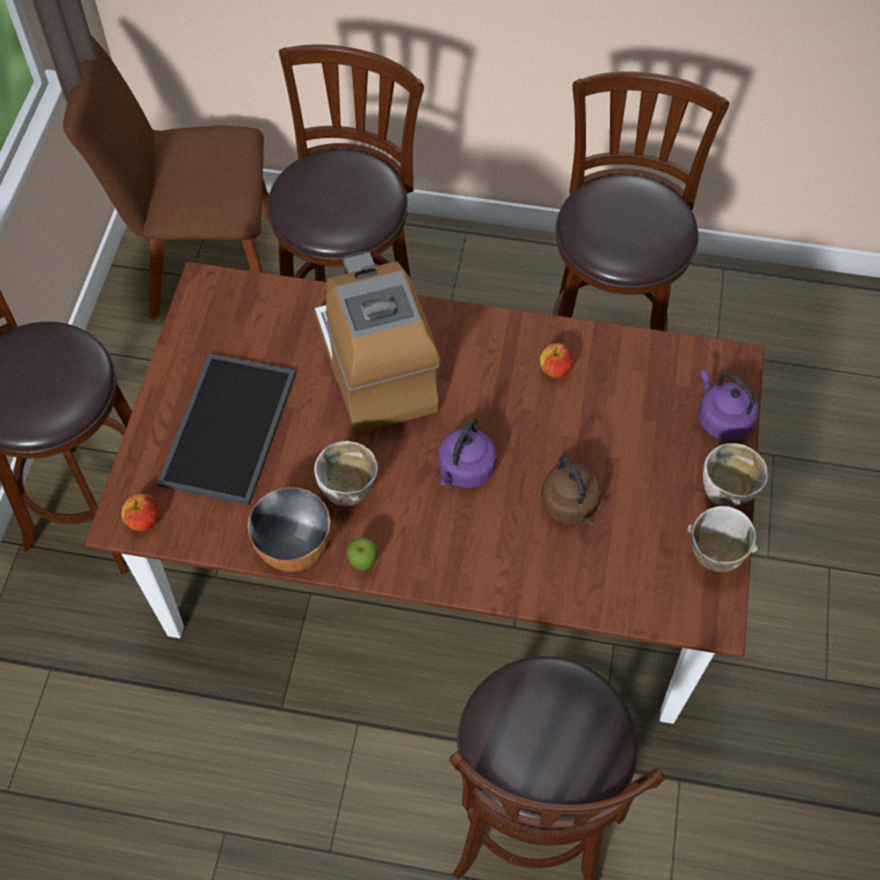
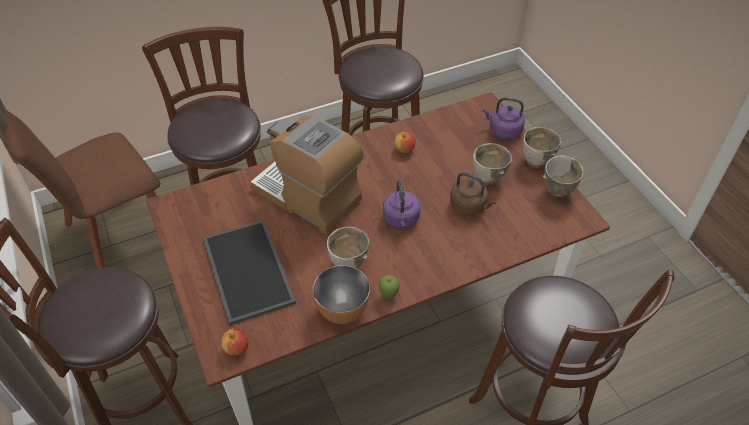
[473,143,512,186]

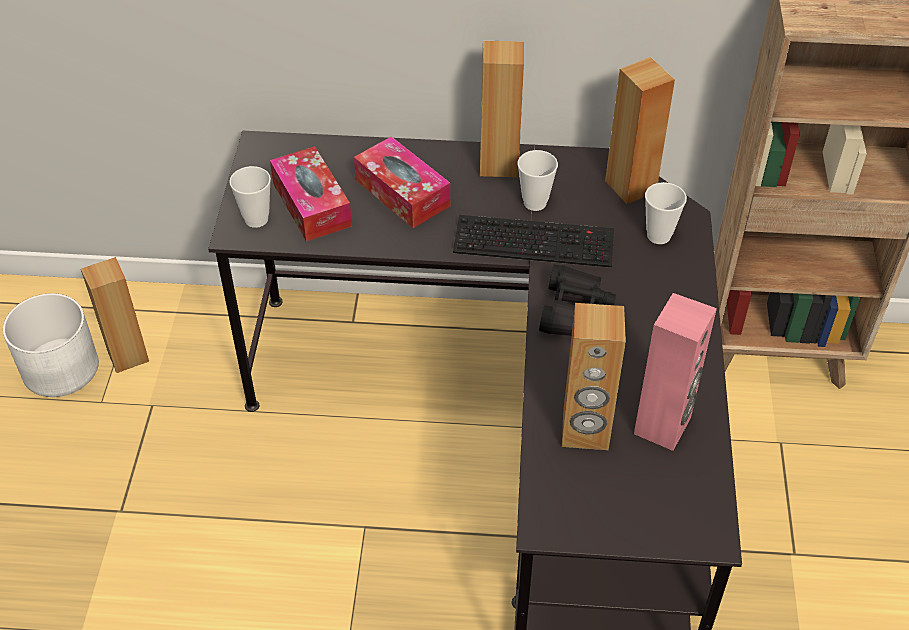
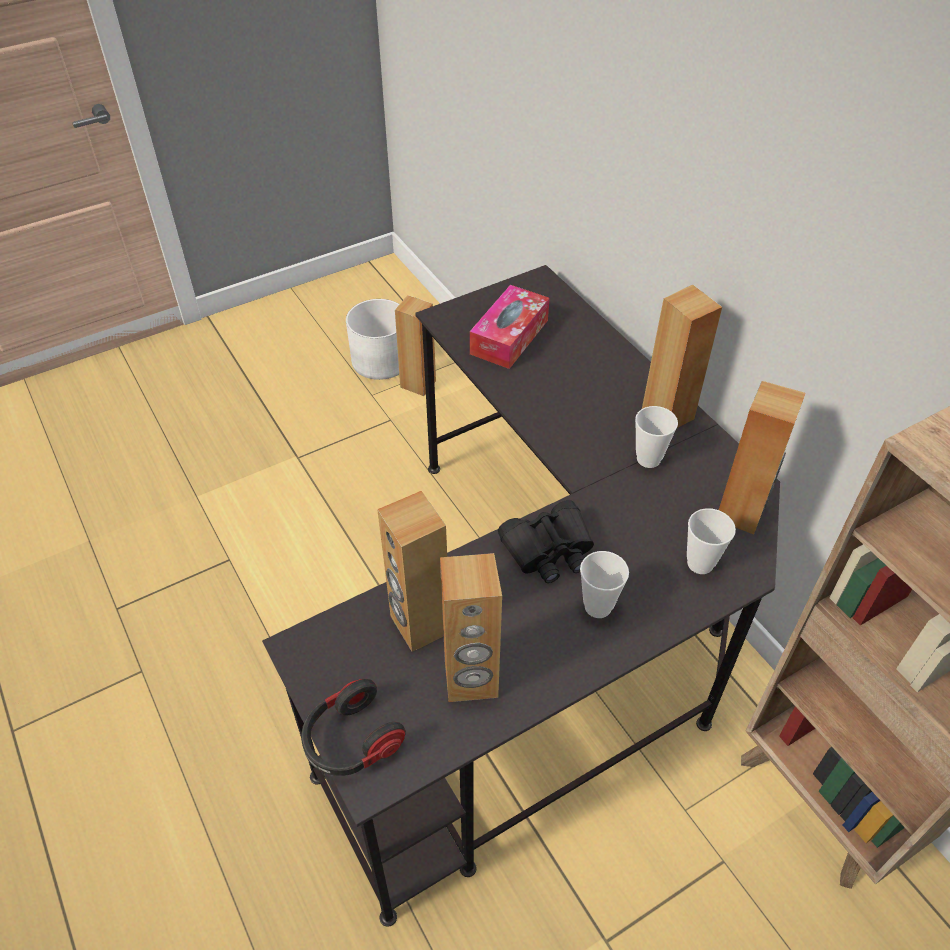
[301,679,406,776]
[440,553,502,702]
[580,551,629,618]
[354,136,450,228] (first image)
[453,215,614,268] (first image)

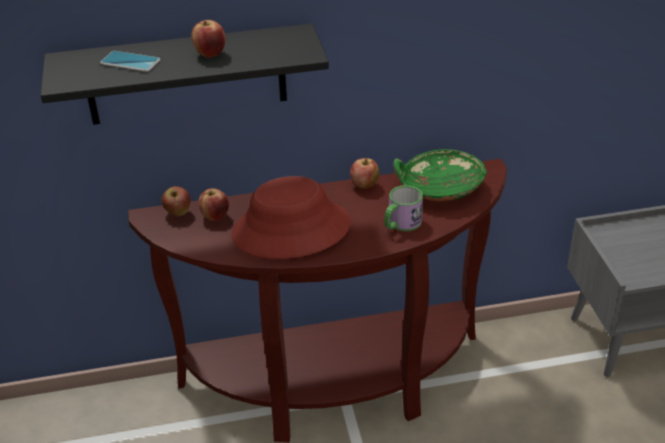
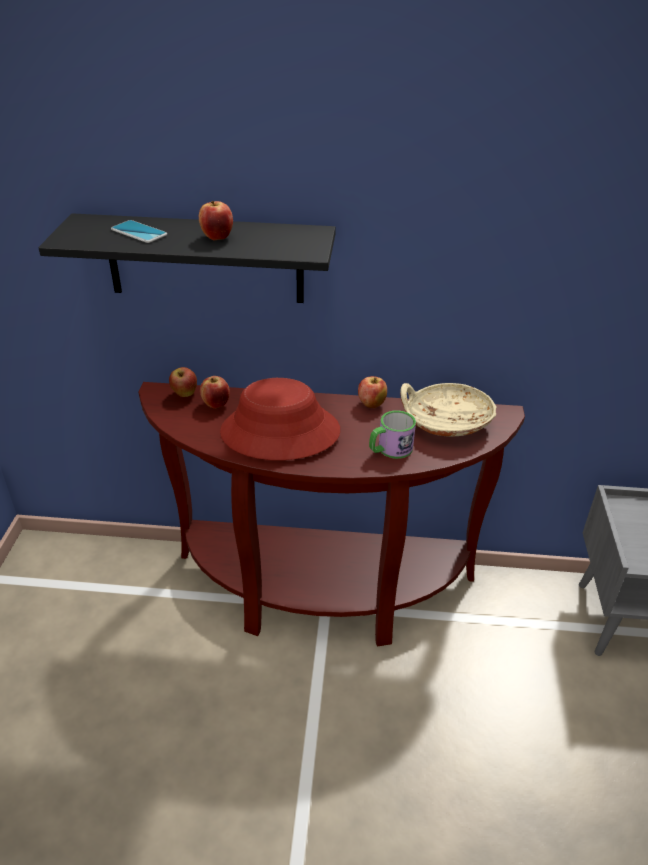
[400,383,497,437]

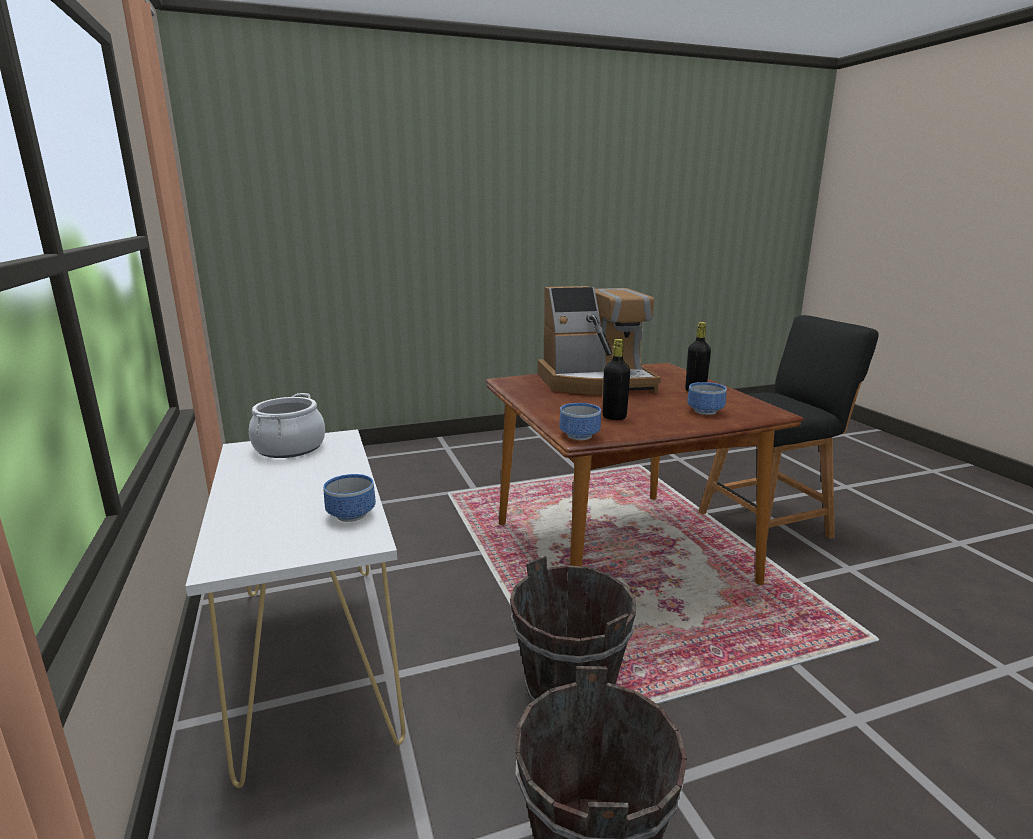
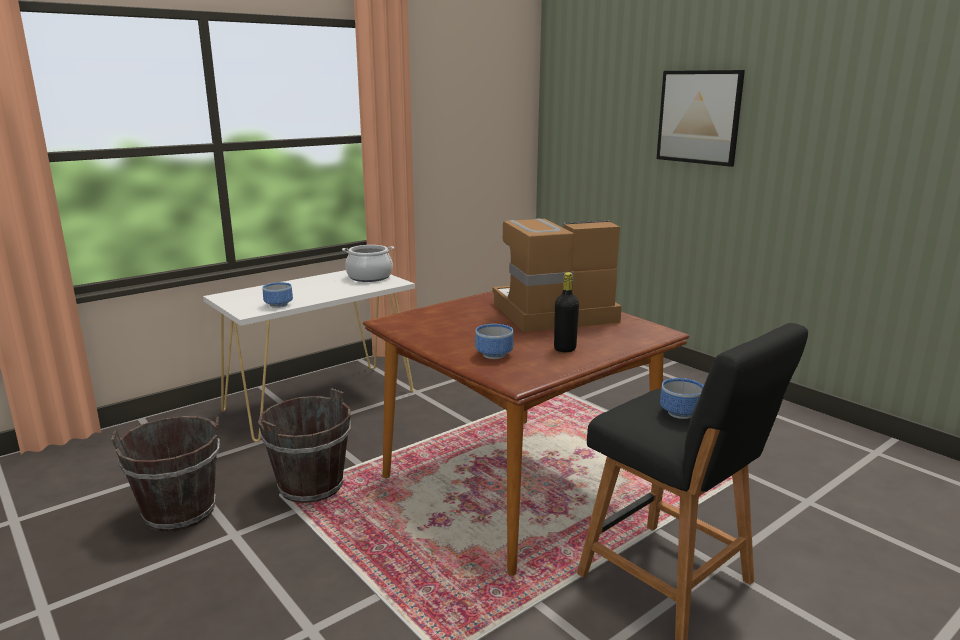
[493,218,622,332]
[657,70,745,167]
[660,378,704,419]
[603,339,630,420] (first image)

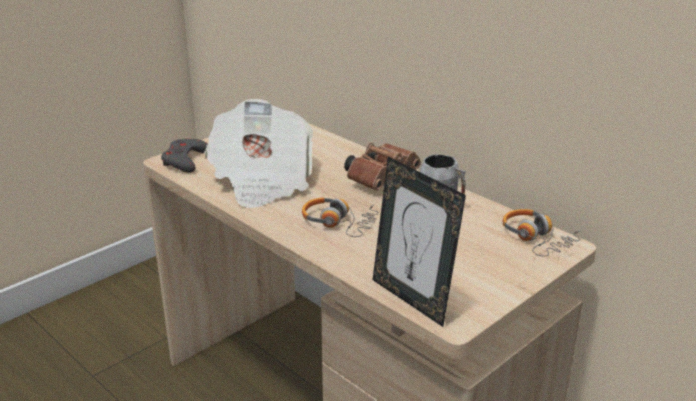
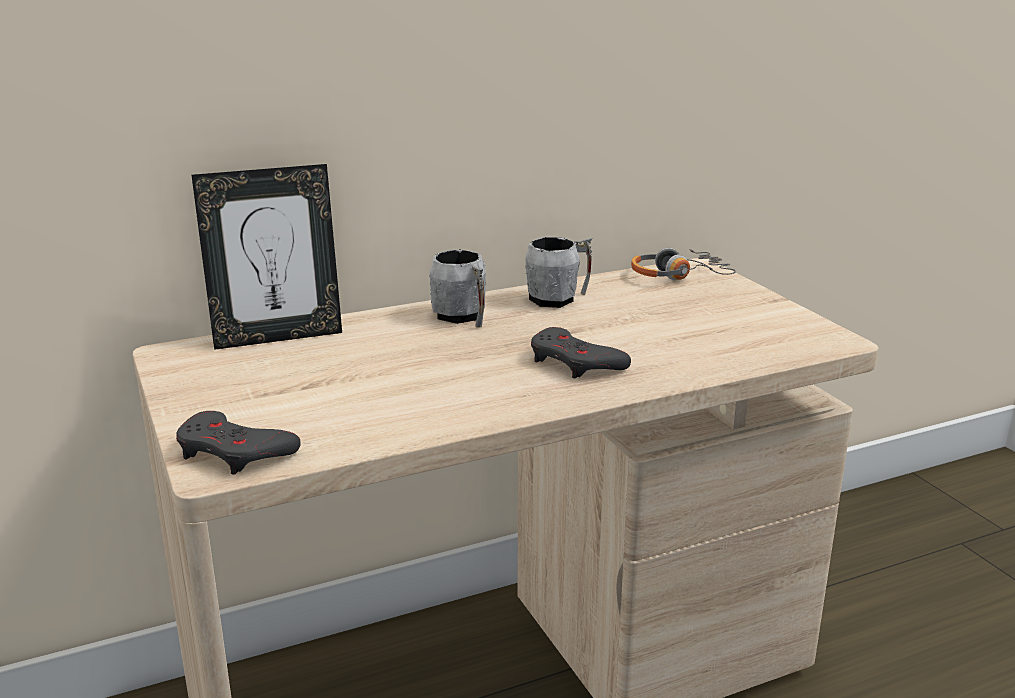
[191,164,342,350]
[429,250,486,328]
[531,327,631,378]
[205,99,313,208] (first image)

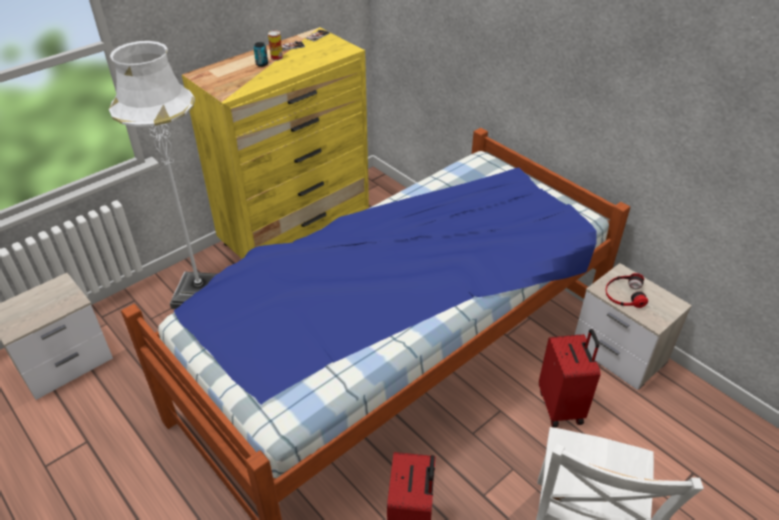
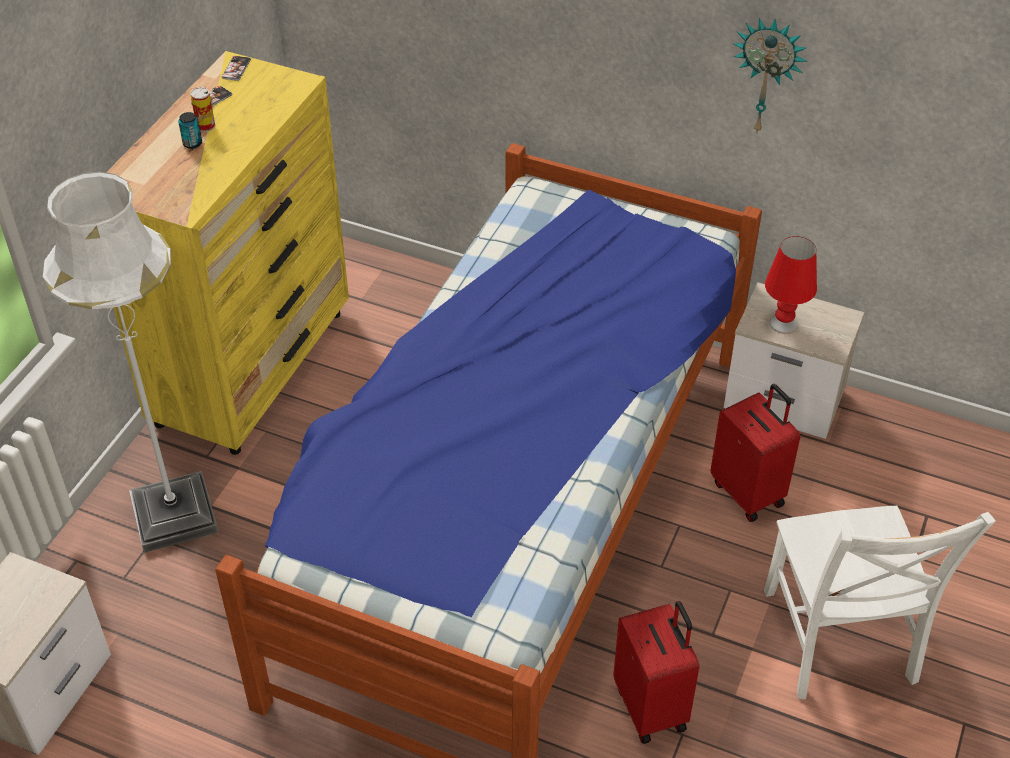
[733,18,807,133]
[765,236,817,334]

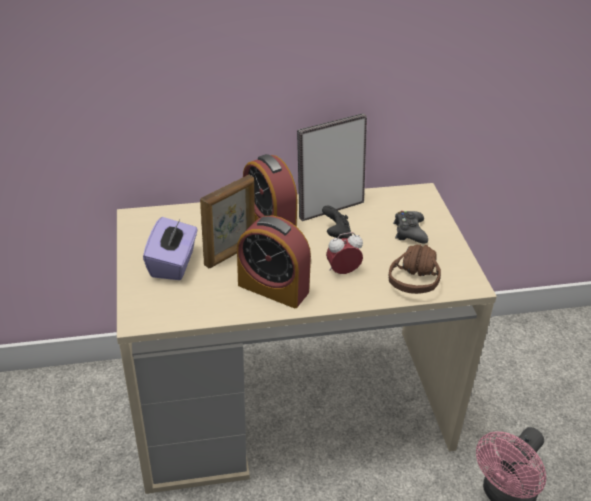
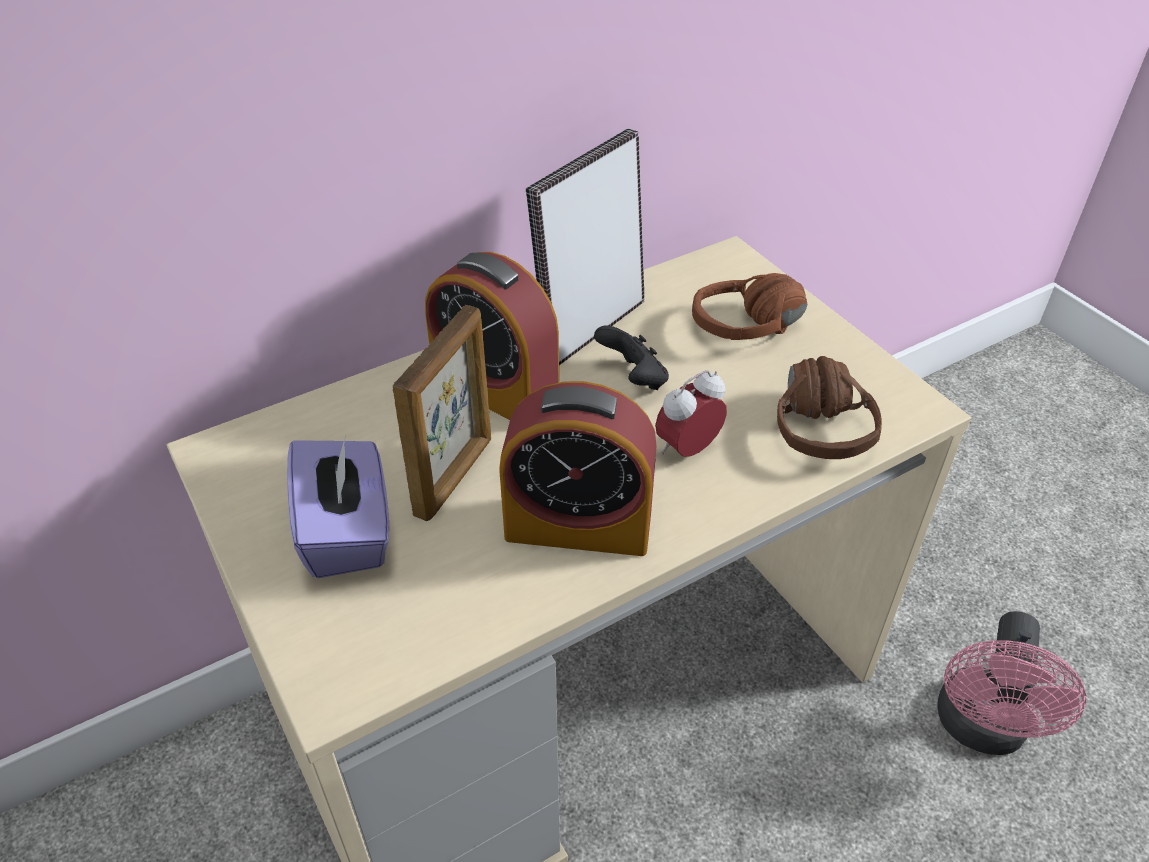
[692,273,807,340]

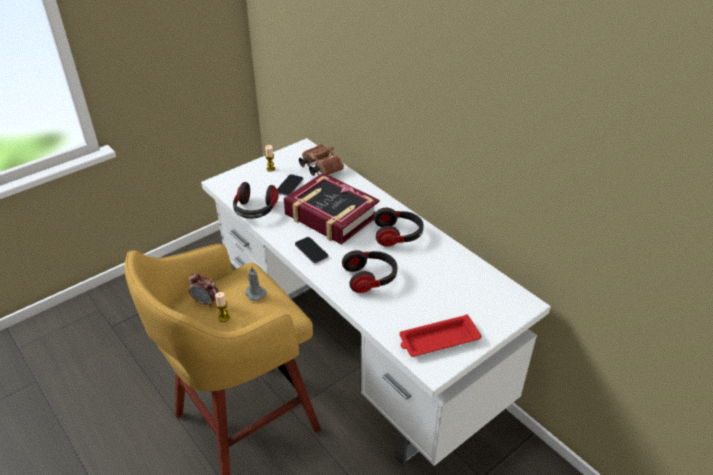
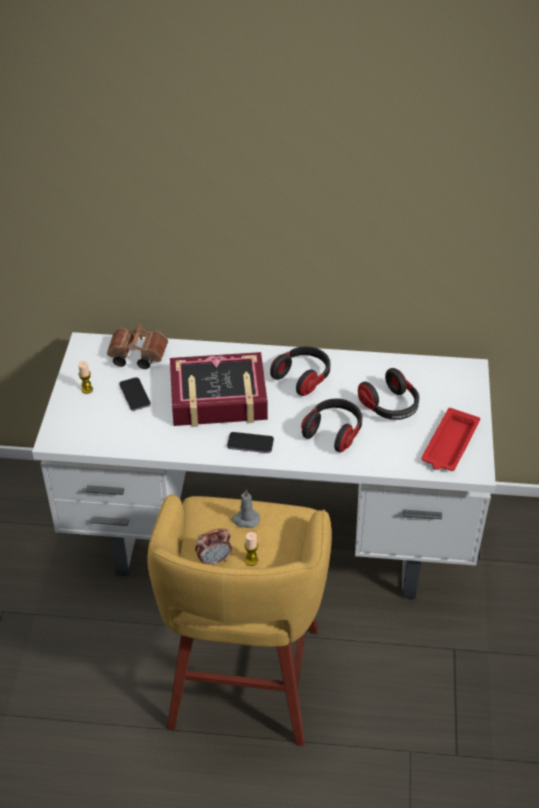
[358,368,419,420]

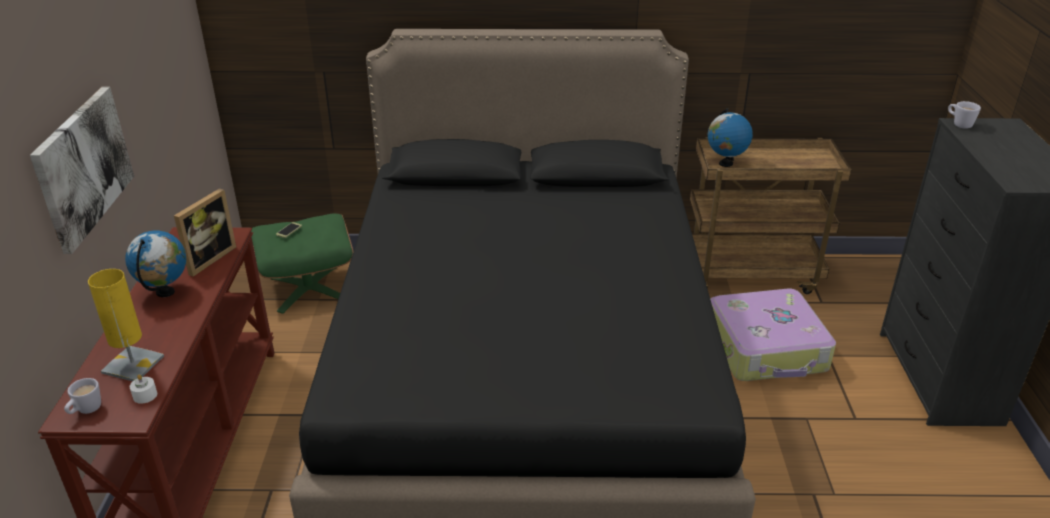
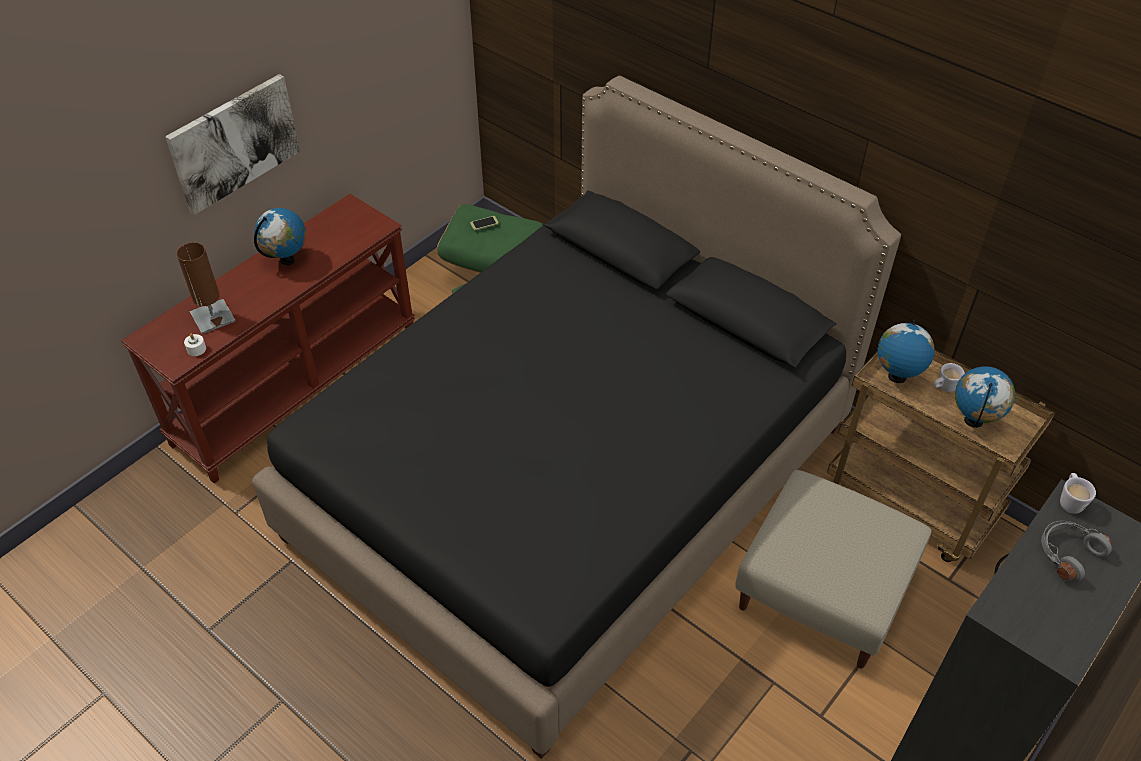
[176,242,235,334]
[735,470,932,668]
[933,363,965,392]
[955,366,1015,428]
[1041,521,1112,582]
[174,188,236,276] (first image)

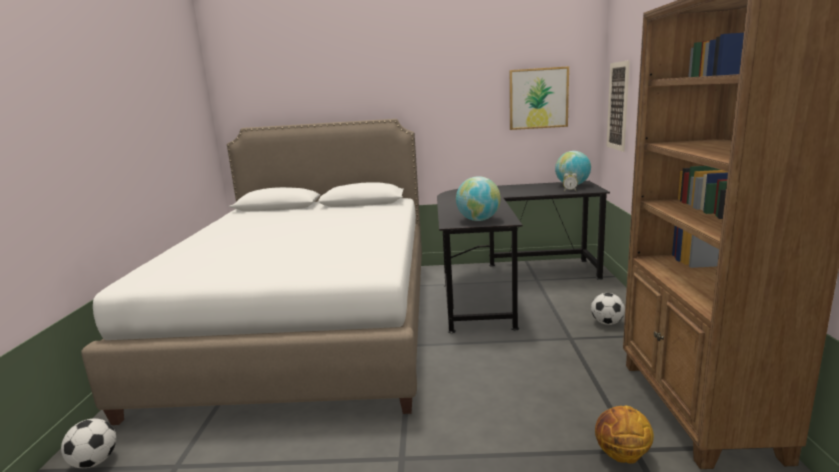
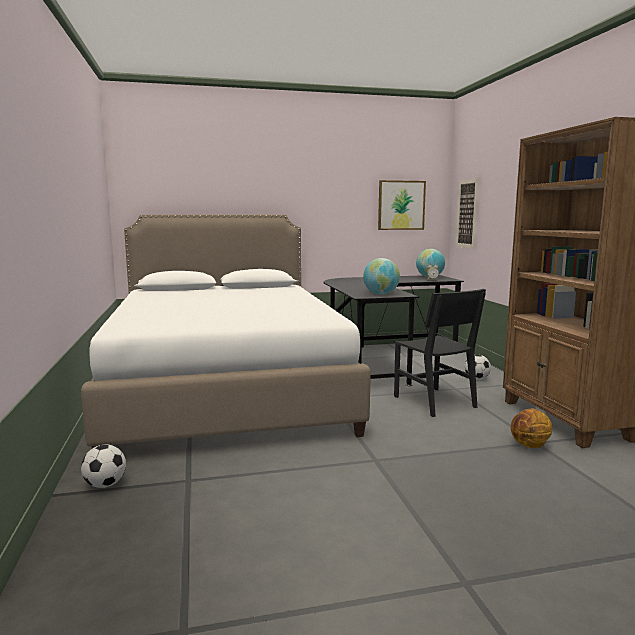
[393,289,486,417]

